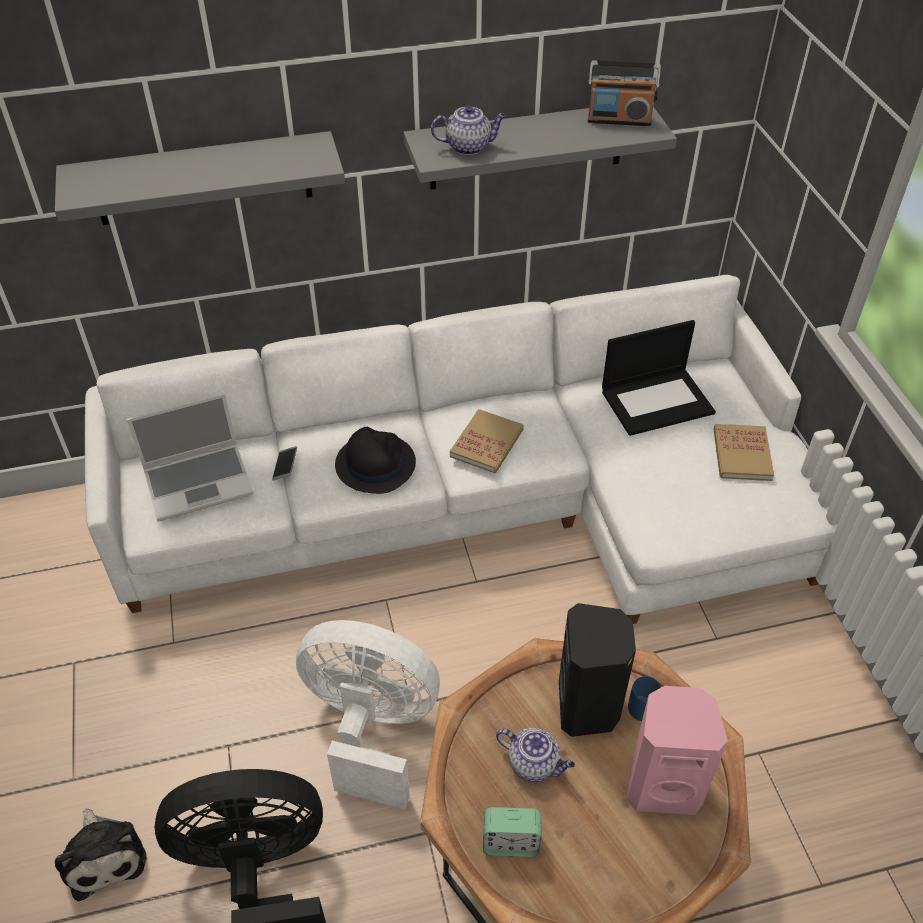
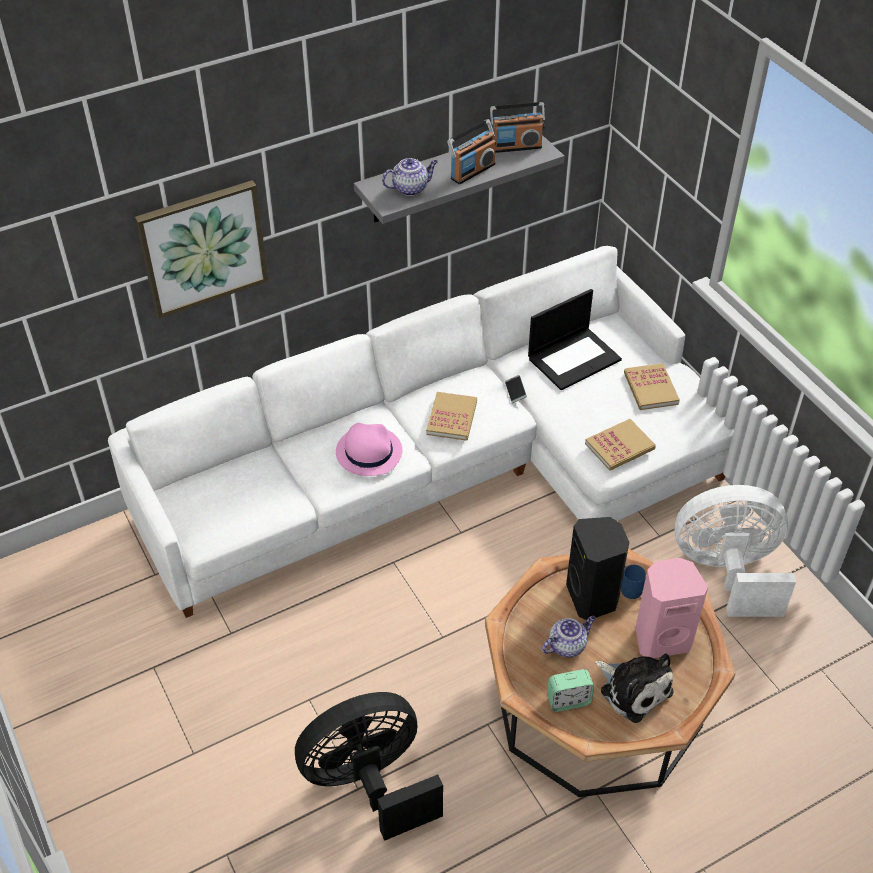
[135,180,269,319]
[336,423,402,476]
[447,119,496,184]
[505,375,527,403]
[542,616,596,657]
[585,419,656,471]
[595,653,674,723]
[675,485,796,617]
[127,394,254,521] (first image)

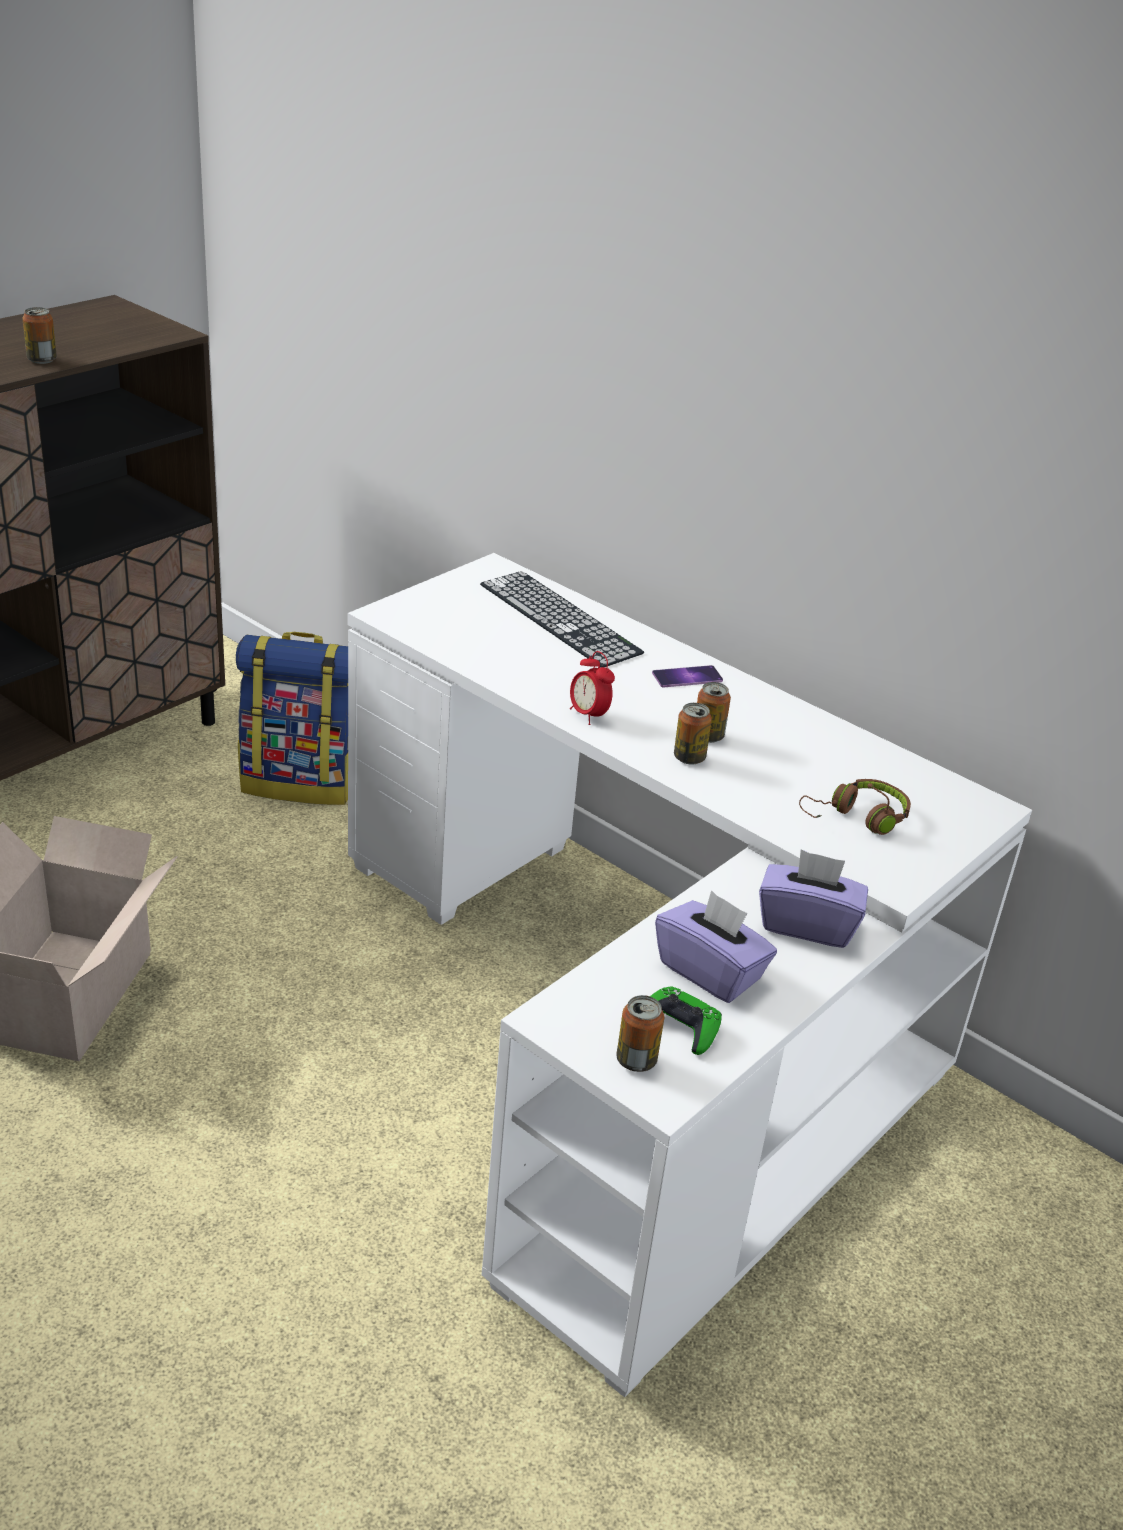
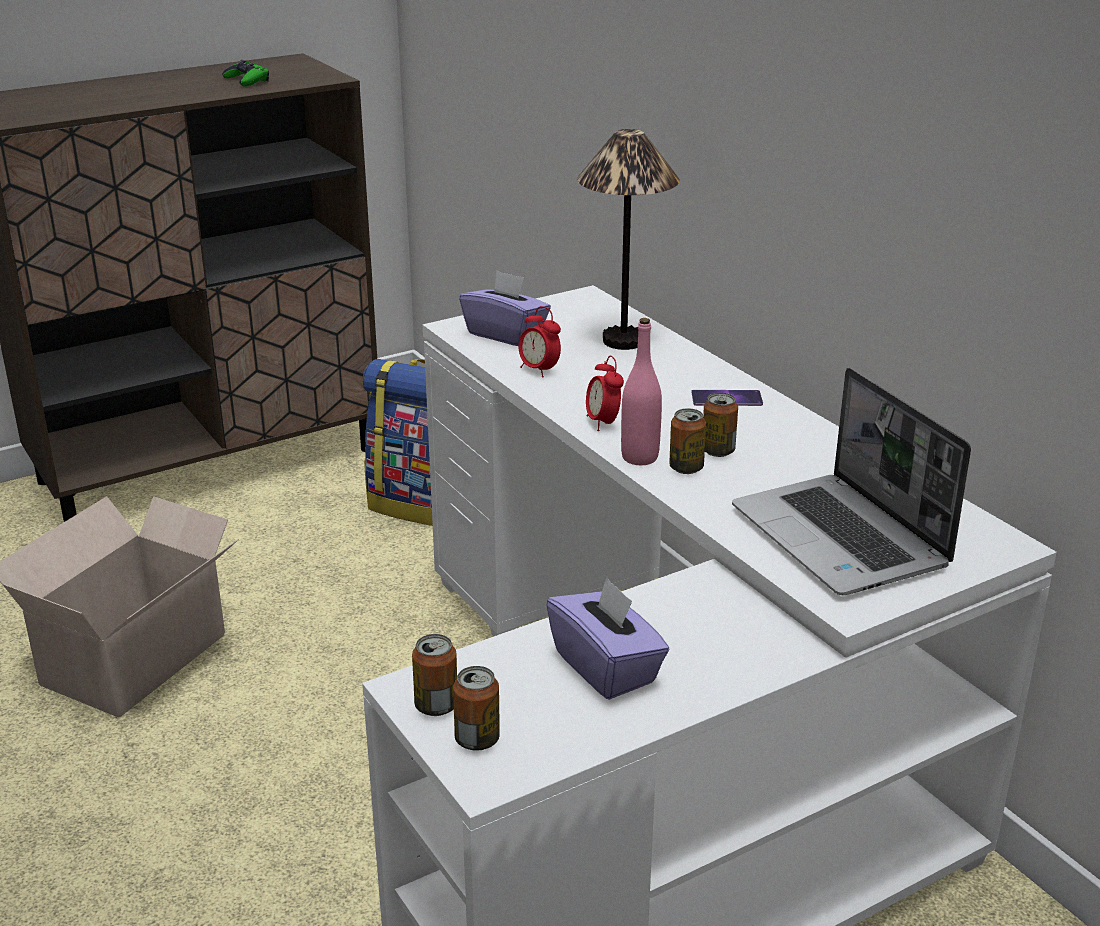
[222,60,269,87]
[412,634,457,716]
[459,270,551,346]
[518,306,561,378]
[577,129,680,350]
[621,318,662,465]
[732,368,971,595]

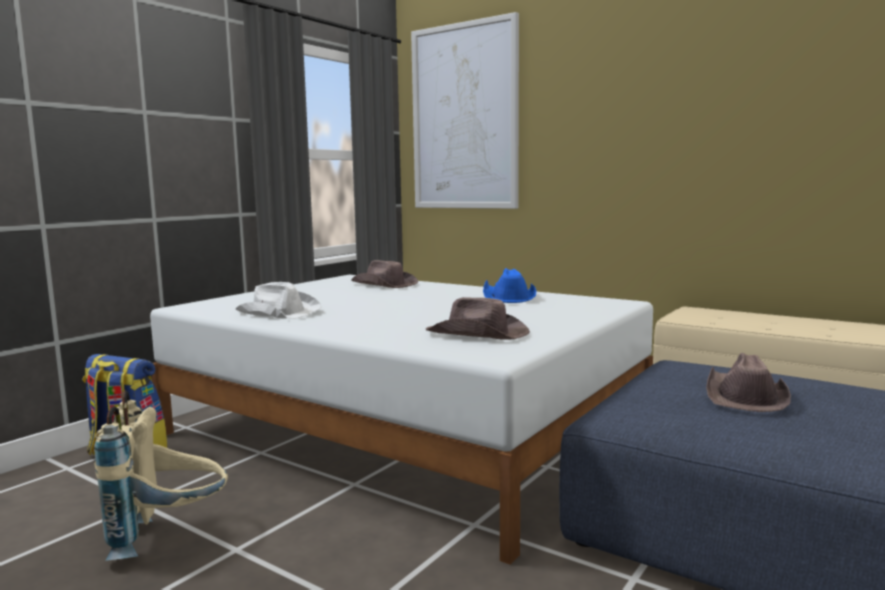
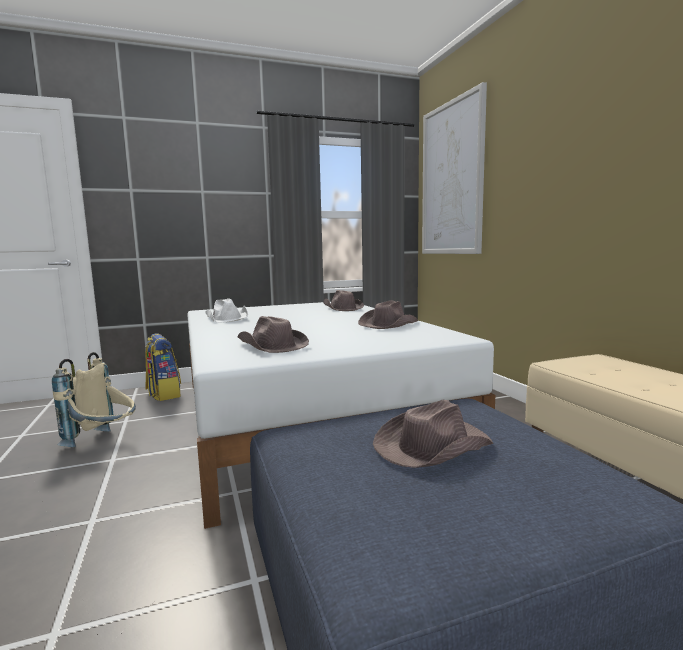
[358,300,418,329]

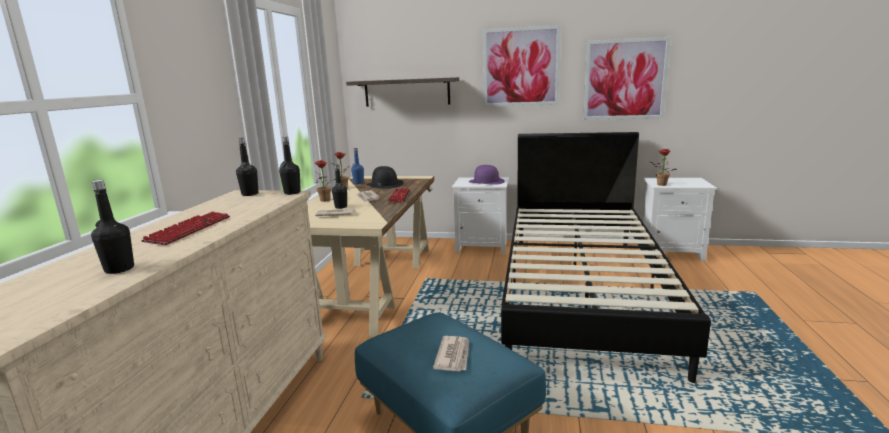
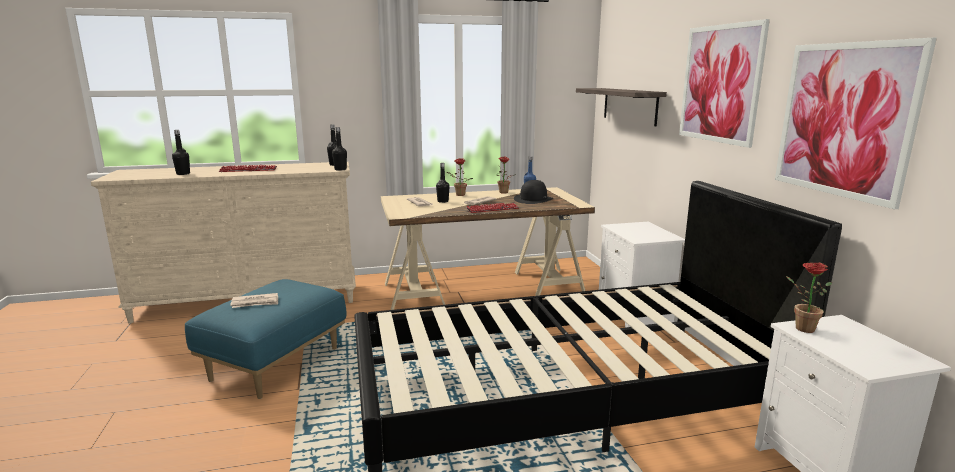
[469,165,505,185] (first image)

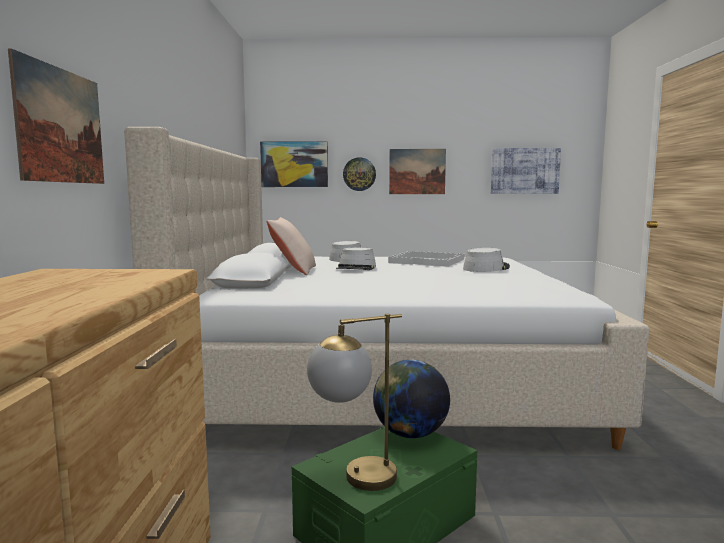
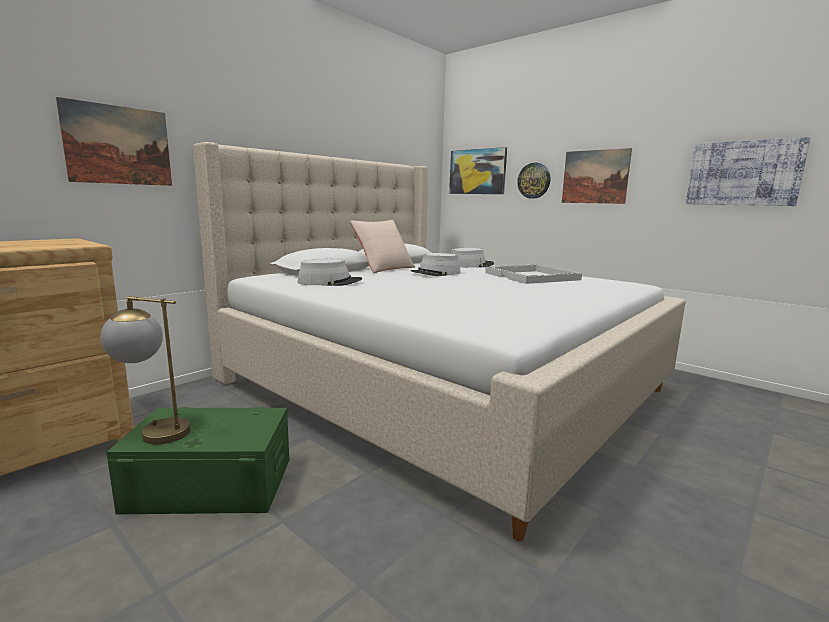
[298,259,362,286]
[373,360,450,438] (first image)

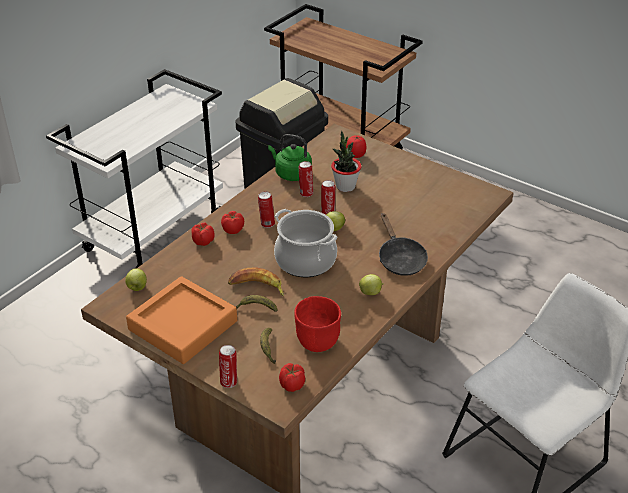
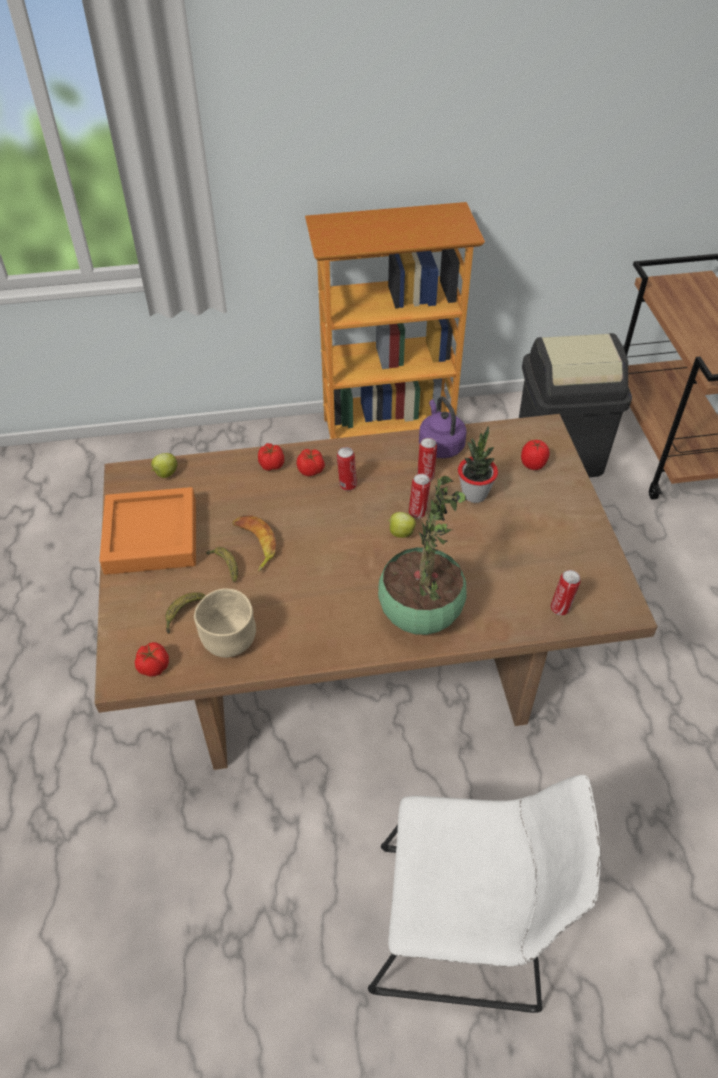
[194,588,256,658]
[305,202,485,439]
[378,476,467,635]
[419,396,466,458]
[551,570,581,616]
[274,209,337,277] (first image)
[359,274,384,295] (first image)

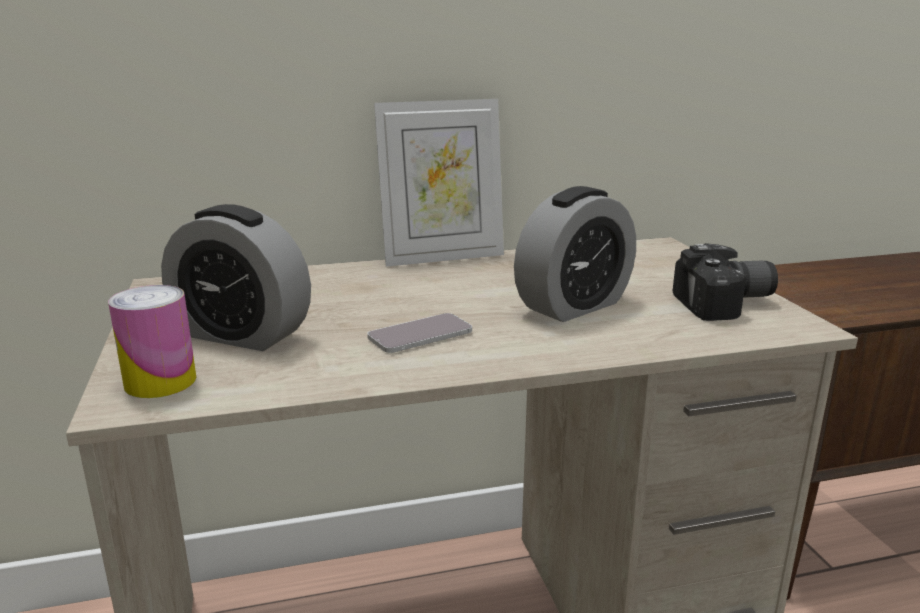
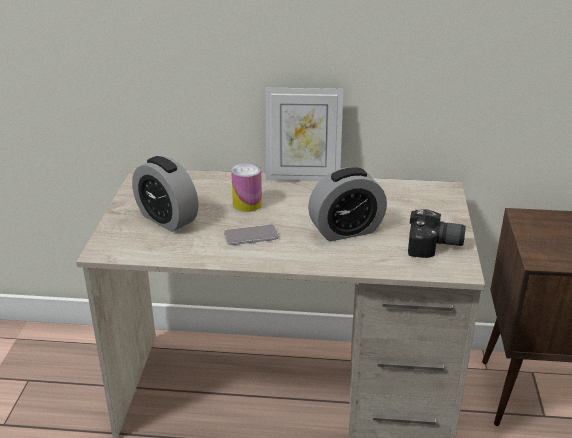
[231,163,262,212]

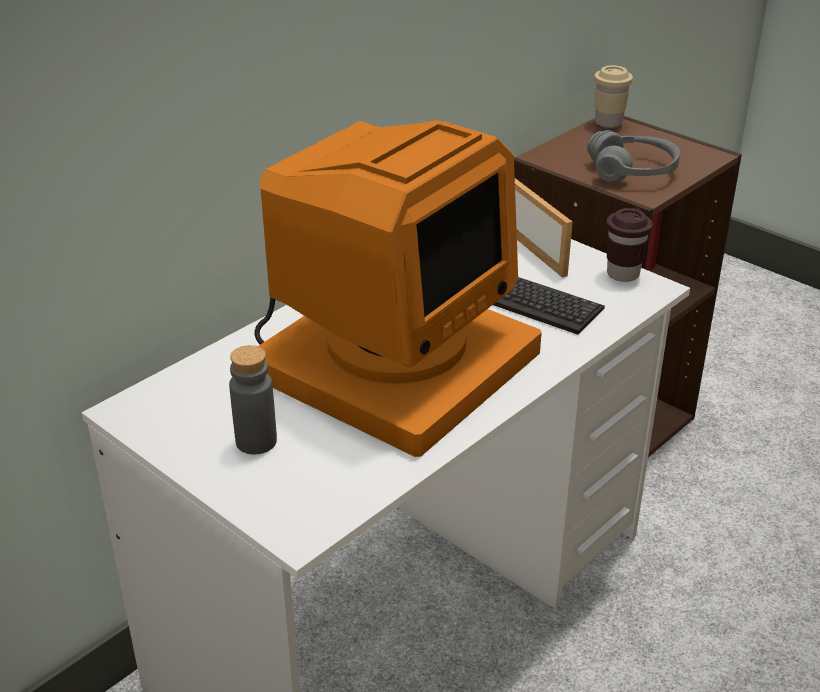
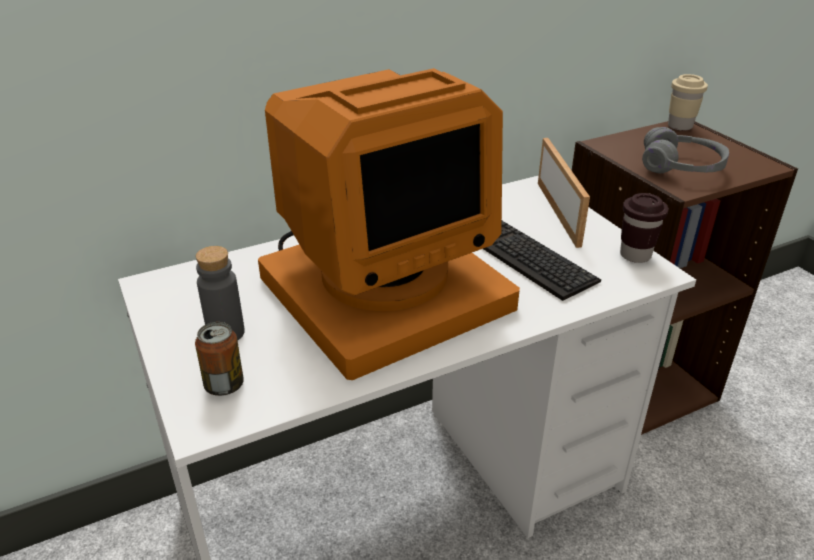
[195,322,244,396]

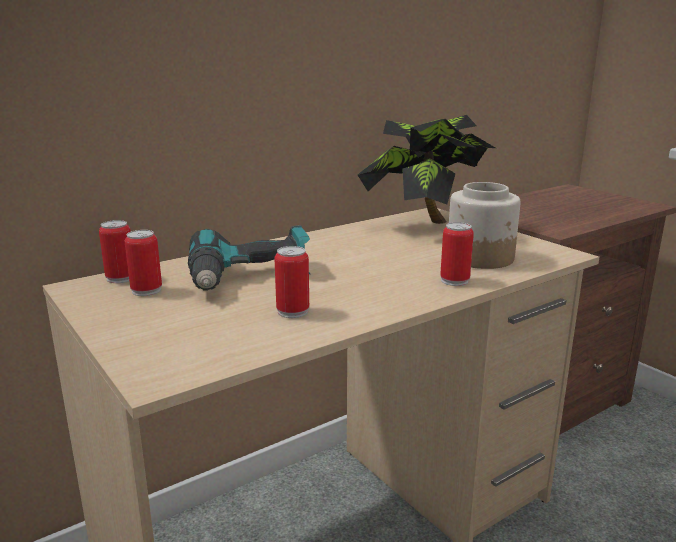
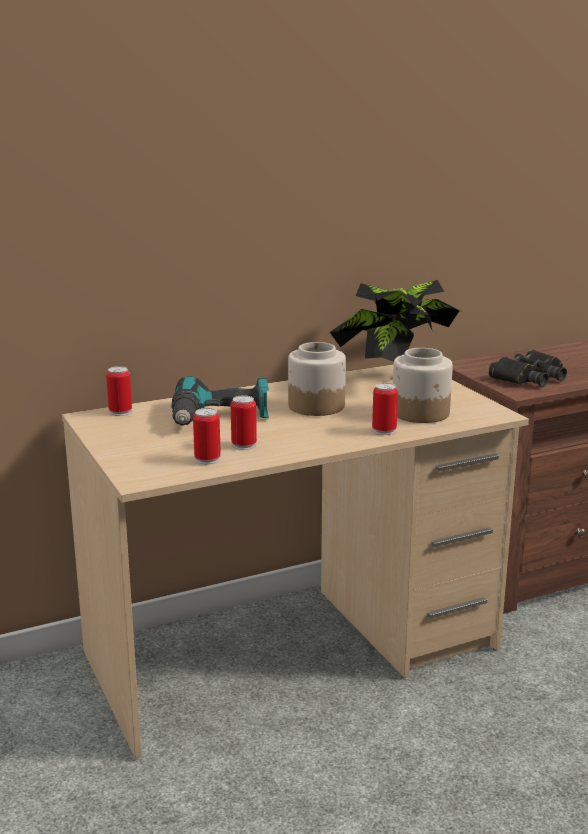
[193,408,221,464]
[288,342,346,416]
[488,349,567,387]

